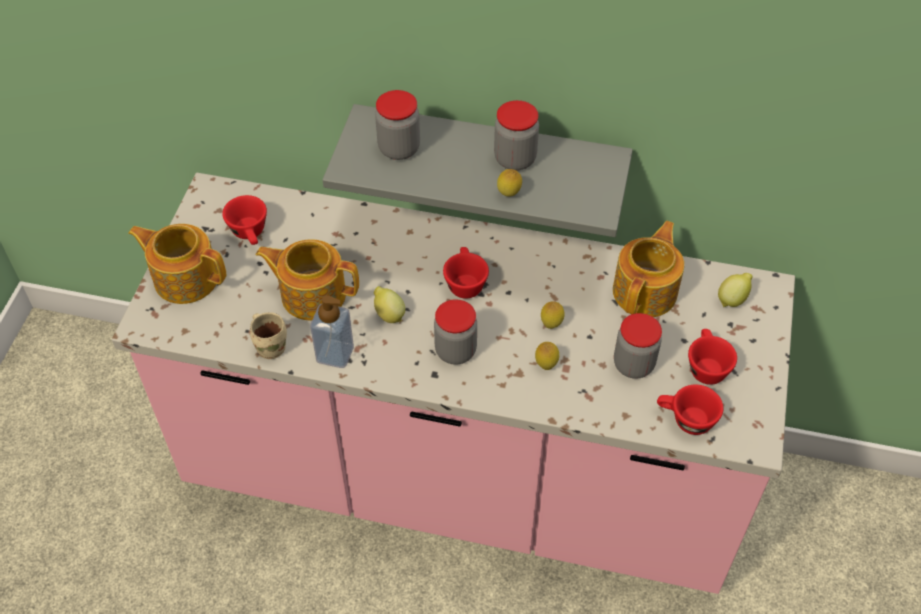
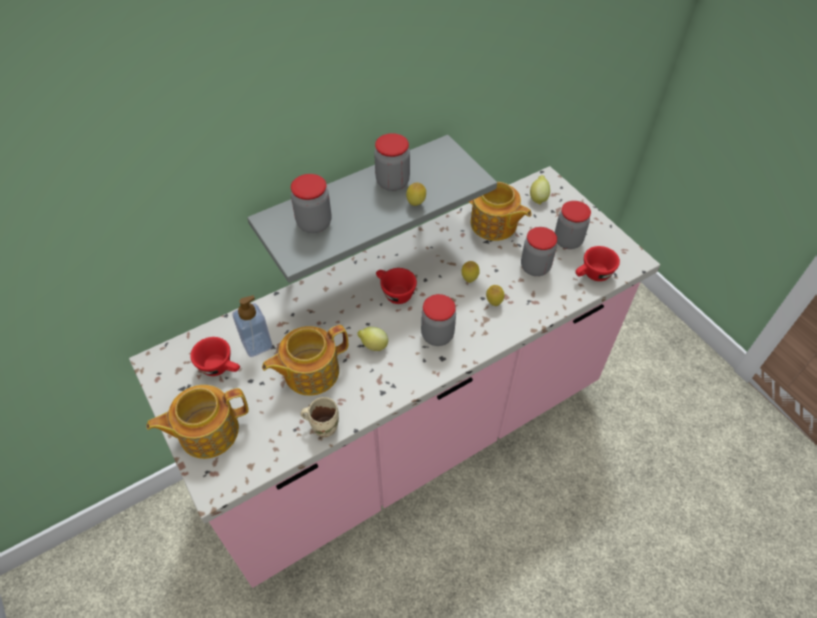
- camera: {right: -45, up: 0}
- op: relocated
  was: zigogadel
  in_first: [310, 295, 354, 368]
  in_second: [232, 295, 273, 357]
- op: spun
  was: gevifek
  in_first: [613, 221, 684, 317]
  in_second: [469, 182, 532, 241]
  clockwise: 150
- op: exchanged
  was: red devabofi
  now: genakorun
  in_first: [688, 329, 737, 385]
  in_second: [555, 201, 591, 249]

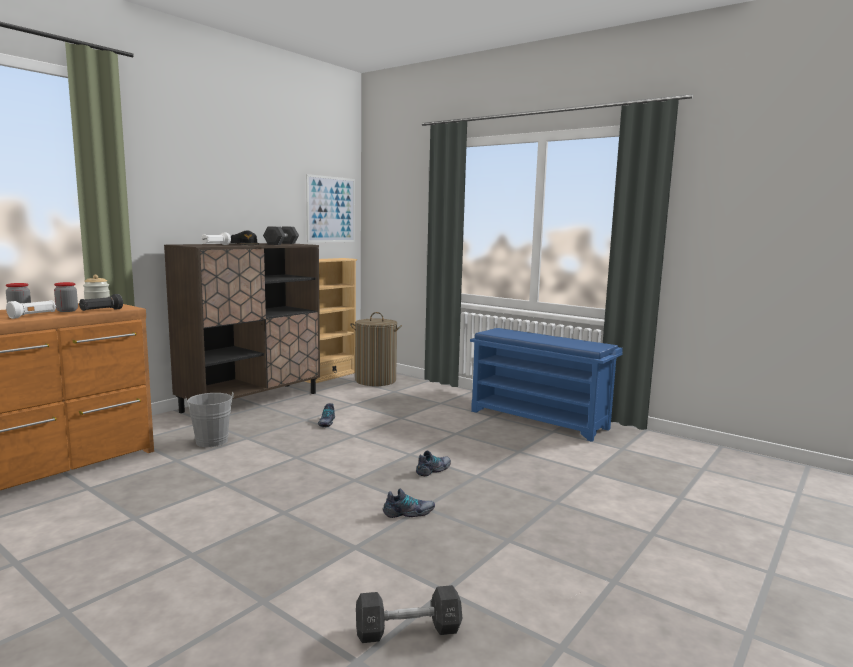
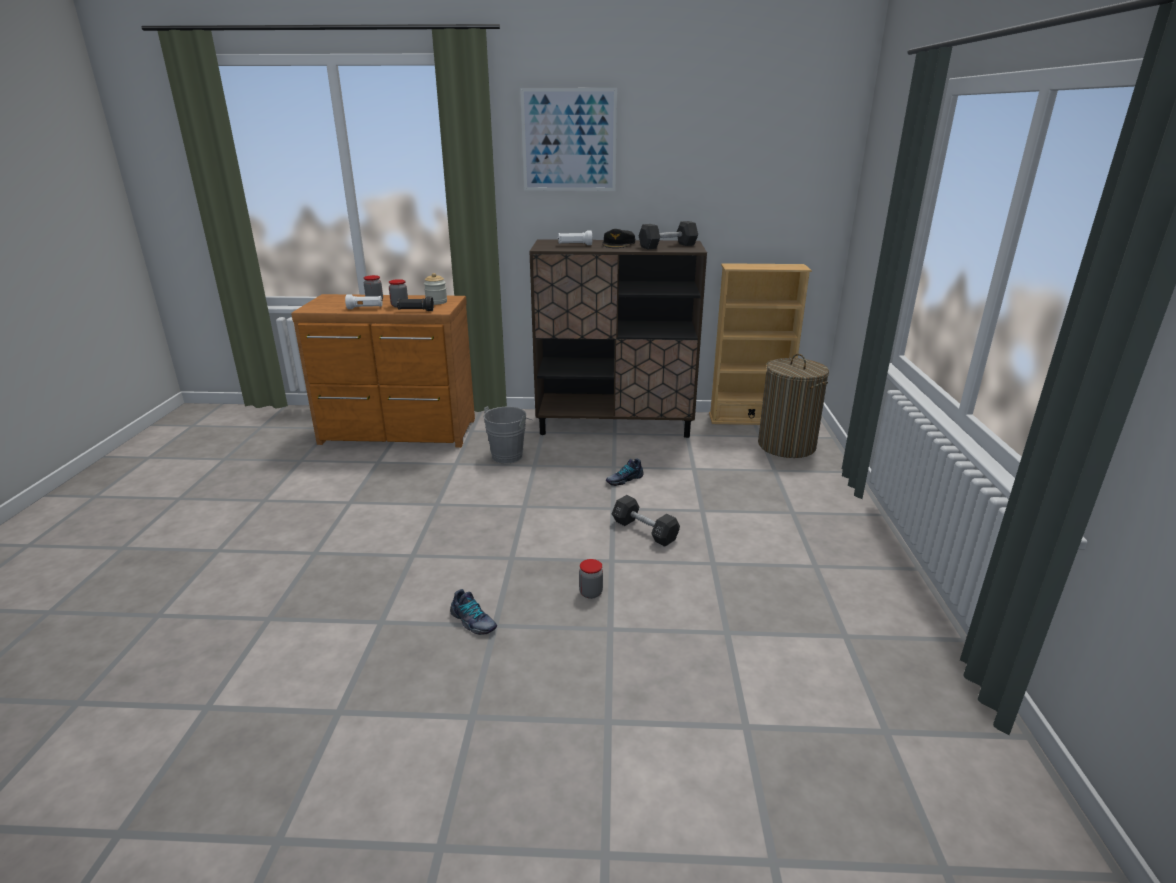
- camera: {right: 55, up: 15}
- op: relocated
  was: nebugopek
  in_first: [306, 174, 355, 243]
  in_second: [520, 88, 617, 191]
- op: exchanged
  was: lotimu
  now: genakorun
  in_first: [416, 451, 451, 476]
  in_second: [579, 559, 603, 599]
- op: relocated
  was: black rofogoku
  in_first: [356, 585, 462, 643]
  in_second: [612, 495, 680, 547]
- op: missing
  was: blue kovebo
  in_first: [470, 328, 623, 442]

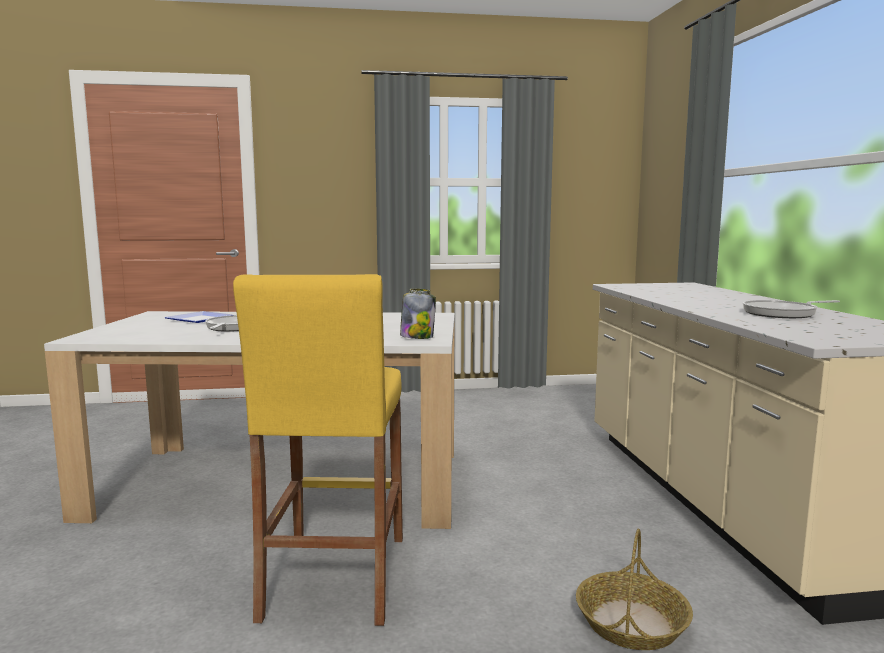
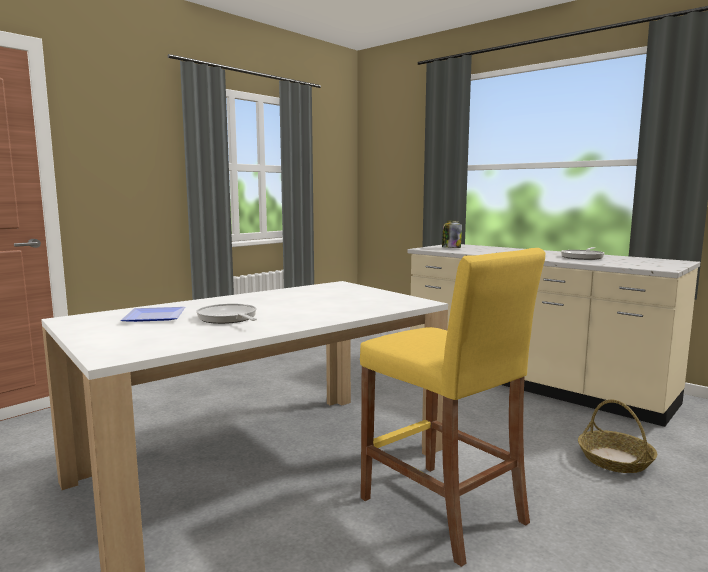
- camera: {right: -40, up: 0}
- op: relocated
  was: genakorun
  in_first: [400, 289, 436, 339]
  in_second: [442, 221, 462, 248]

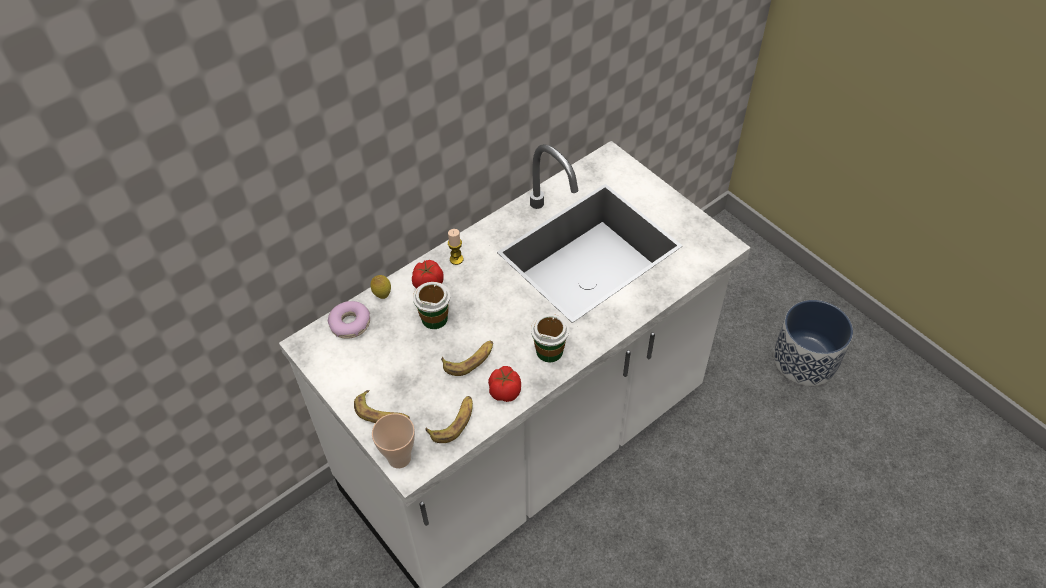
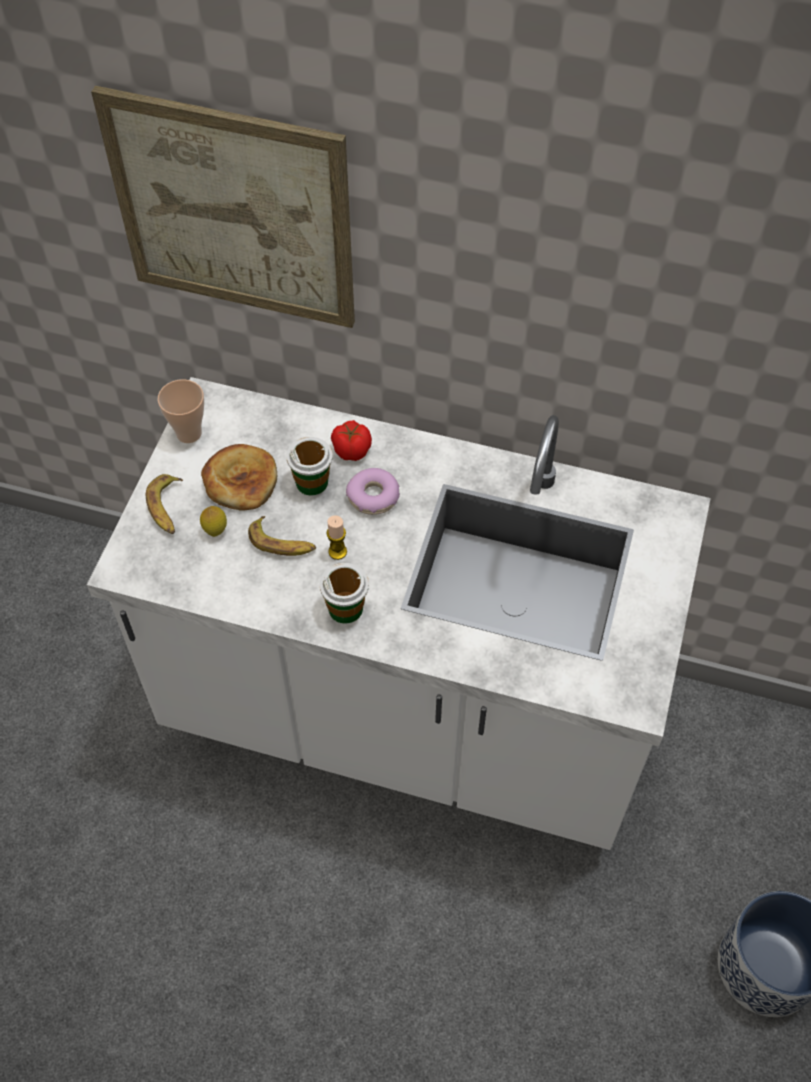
- camera: {right: 55, up: 5}
- op: appeared
  now: nebugopek
  in_second: [91, 86, 355, 328]
- op: relocated
  was: devabofi
  in_first: [372, 414, 415, 468]
  in_second: [157, 379, 204, 443]
- op: relocated
  was: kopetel
  in_first: [370, 275, 391, 299]
  in_second: [200, 506, 227, 537]
- op: appeared
  now: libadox
  in_second: [201, 444, 277, 511]
- op: relocated
  was: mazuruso
  in_first: [448, 229, 463, 265]
  in_second: [326, 516, 347, 560]
- op: relocated
  was: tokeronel
  in_first: [328, 301, 370, 339]
  in_second: [346, 468, 400, 515]
- op: missing
  was: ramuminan
  in_first: [425, 396, 473, 443]
- op: missing
  was: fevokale
  in_first: [488, 366, 521, 402]

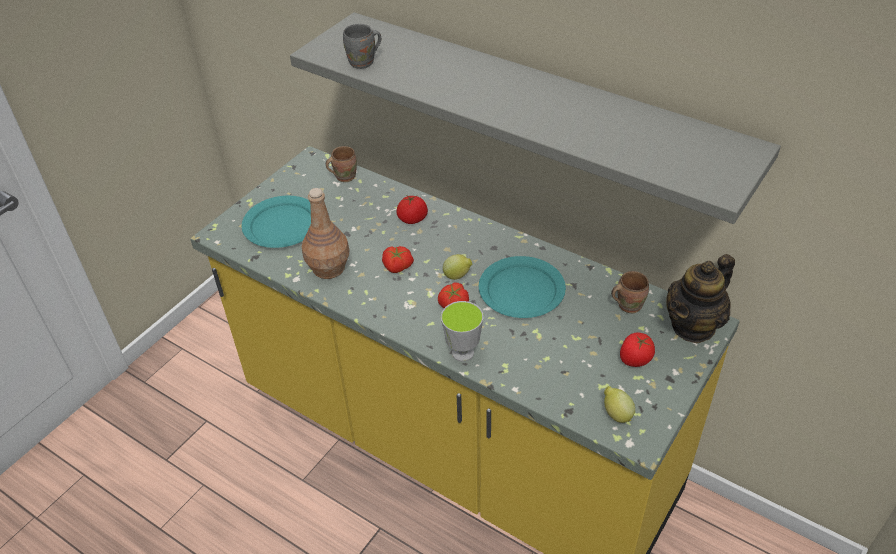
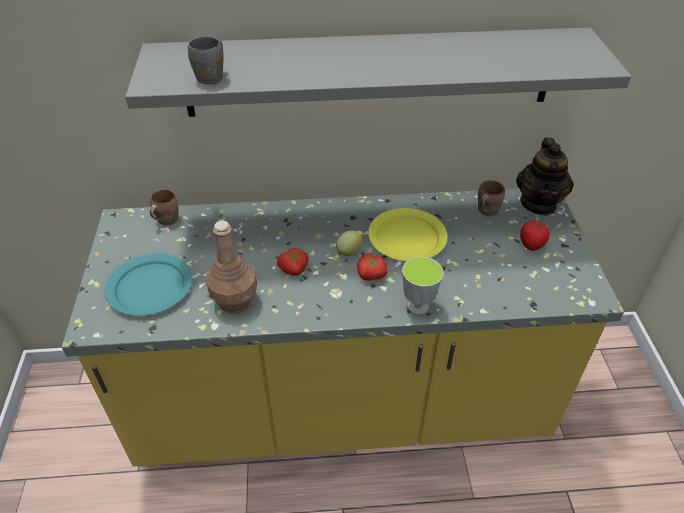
- camera: {right: -40, up: 0}
- op: colour
  was: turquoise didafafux
  now: yellow didafafux
  in_first: [479, 256, 566, 318]
  in_second: [368, 208, 448, 261]
- op: missing
  was: fevokale
  in_first: [397, 195, 428, 224]
- op: missing
  was: kopetel
  in_first: [604, 386, 635, 423]

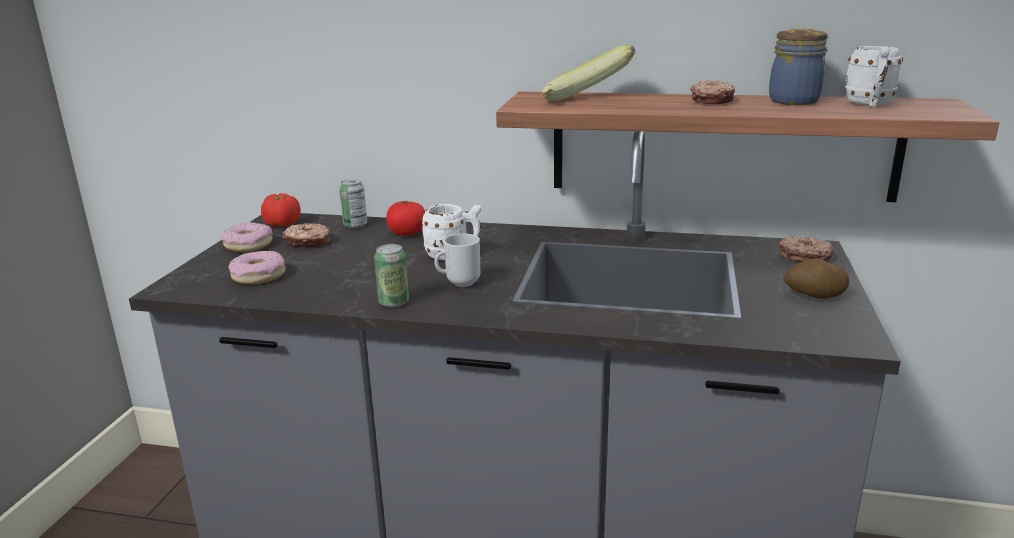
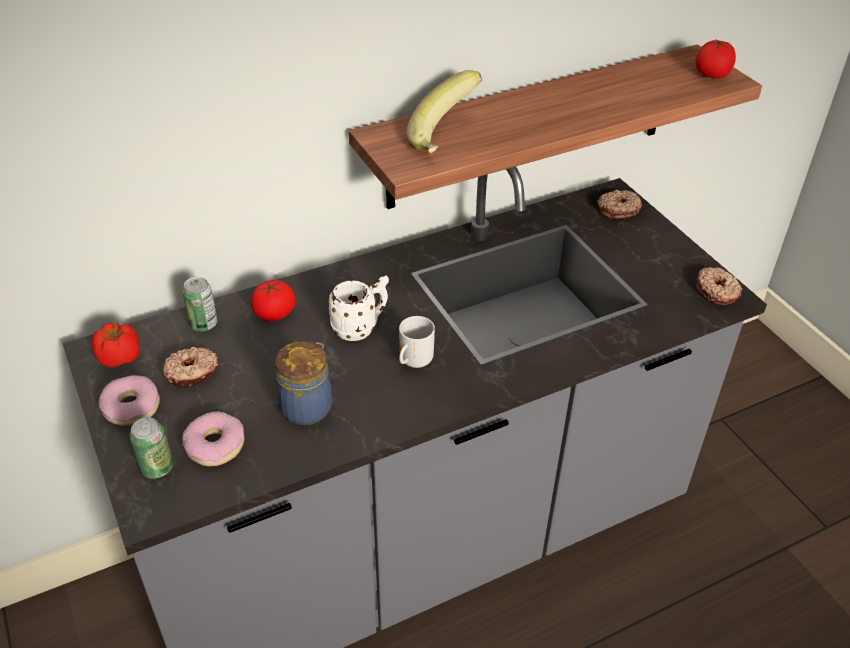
- camera: {right: -40, up: 20}
- op: relocated
  was: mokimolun
  in_first: [374, 244, 409, 308]
  in_second: [130, 417, 173, 479]
- op: relocated
  was: genakorun
  in_first: [769, 29, 829, 105]
  in_second: [275, 341, 332, 425]
- op: appeared
  now: fevokale
  in_second: [695, 39, 736, 78]
- op: relocated
  was: tokeronel
  in_first: [691, 80, 735, 104]
  in_second: [696, 267, 742, 305]
- op: missing
  was: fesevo
  in_first: [784, 258, 849, 299]
- op: missing
  was: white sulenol
  in_first: [845, 46, 903, 107]

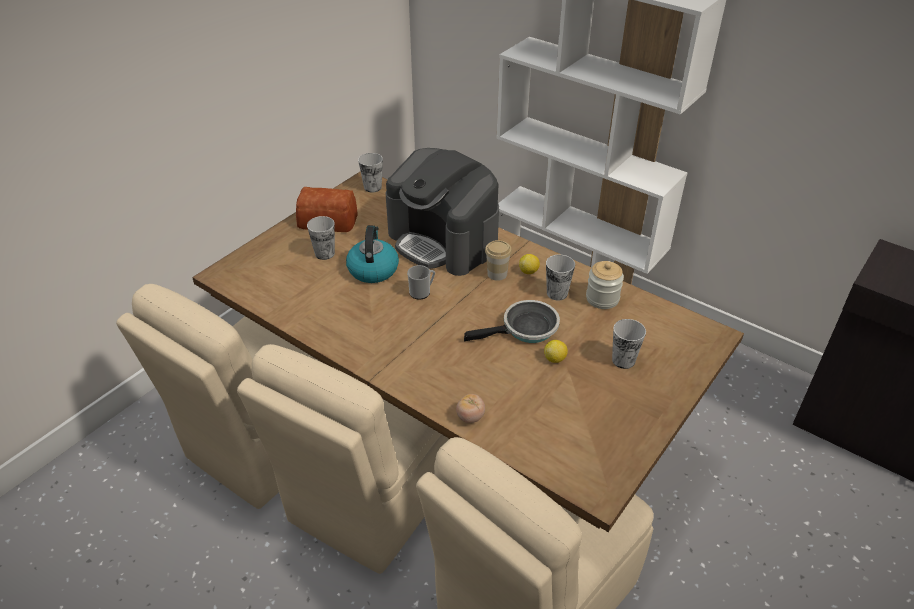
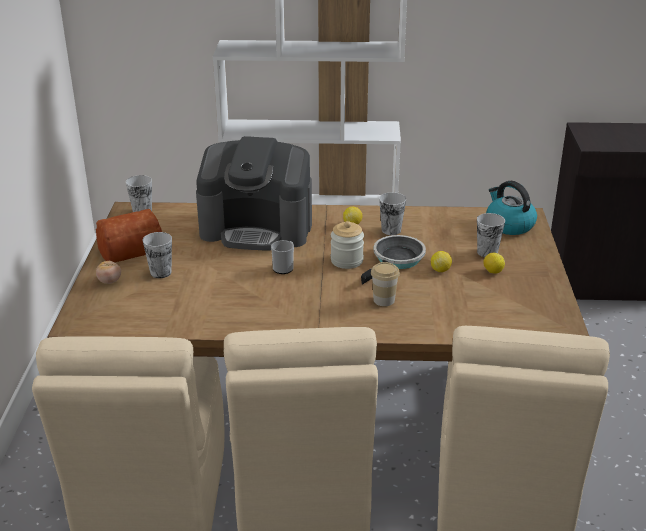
- camera: {right: -35, up: -10}
- op: relocated
  was: fevokale
  in_first: [456, 394, 485, 423]
  in_second: [96, 261, 121, 284]
- op: relocated
  was: genakorun
  in_first: [586, 261, 624, 309]
  in_second: [331, 221, 364, 269]
- op: relocated
  was: devabofi
  in_first: [485, 240, 512, 281]
  in_second: [371, 262, 400, 306]
- op: appeared
  now: kopetel
  in_second: [483, 253, 505, 274]
- op: relocated
  was: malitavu
  in_first: [346, 225, 399, 283]
  in_second: [486, 181, 537, 235]

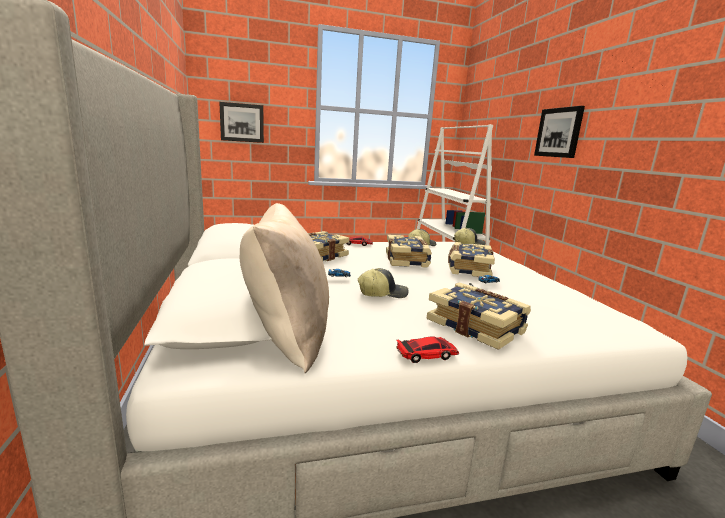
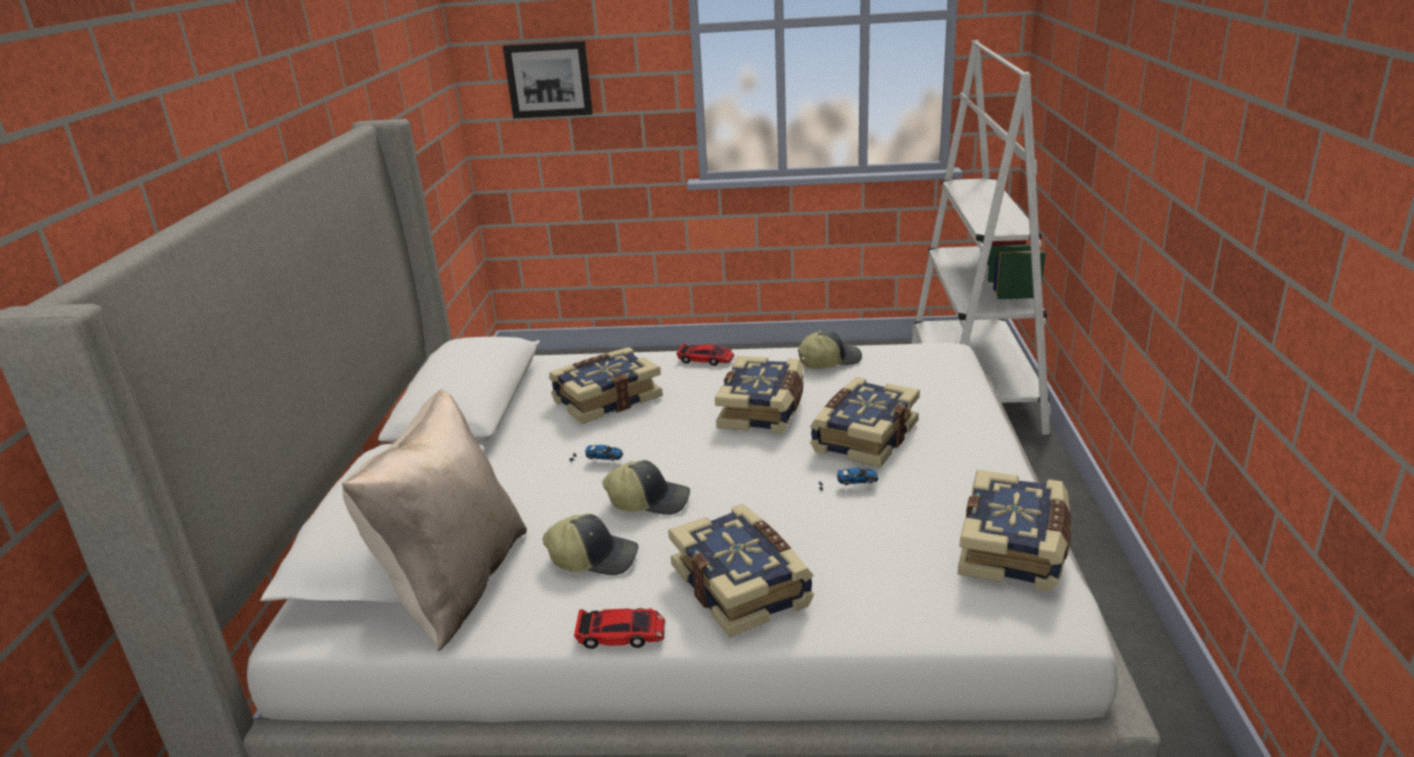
- camera: {right: 20, up: 10}
- op: relocated
  was: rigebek
  in_first: [454, 228, 485, 245]
  in_second: [543, 514, 639, 575]
- op: appeared
  now: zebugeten
  in_second: [958, 470, 1071, 591]
- op: missing
  was: nebugopek
  in_first: [534, 106, 585, 158]

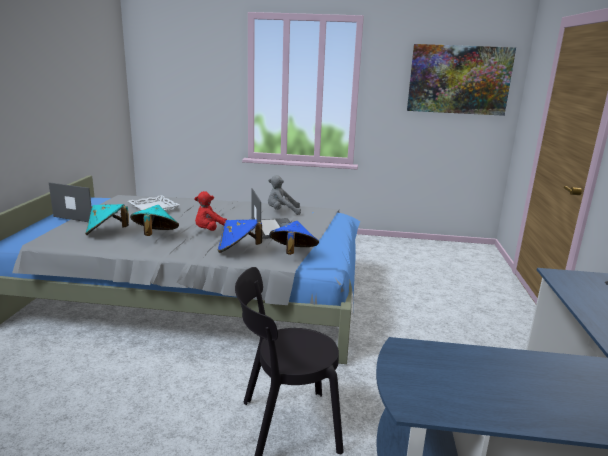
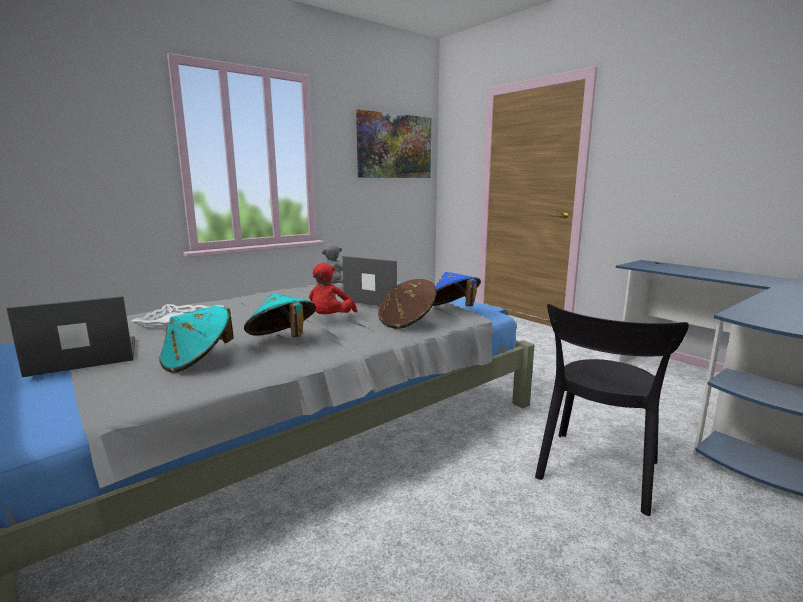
- camera: {right: -45, up: -5}
- op: colour
  was: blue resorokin
  now: brown resorokin
  in_first: [218, 219, 262, 253]
  in_second: [378, 279, 436, 329]

